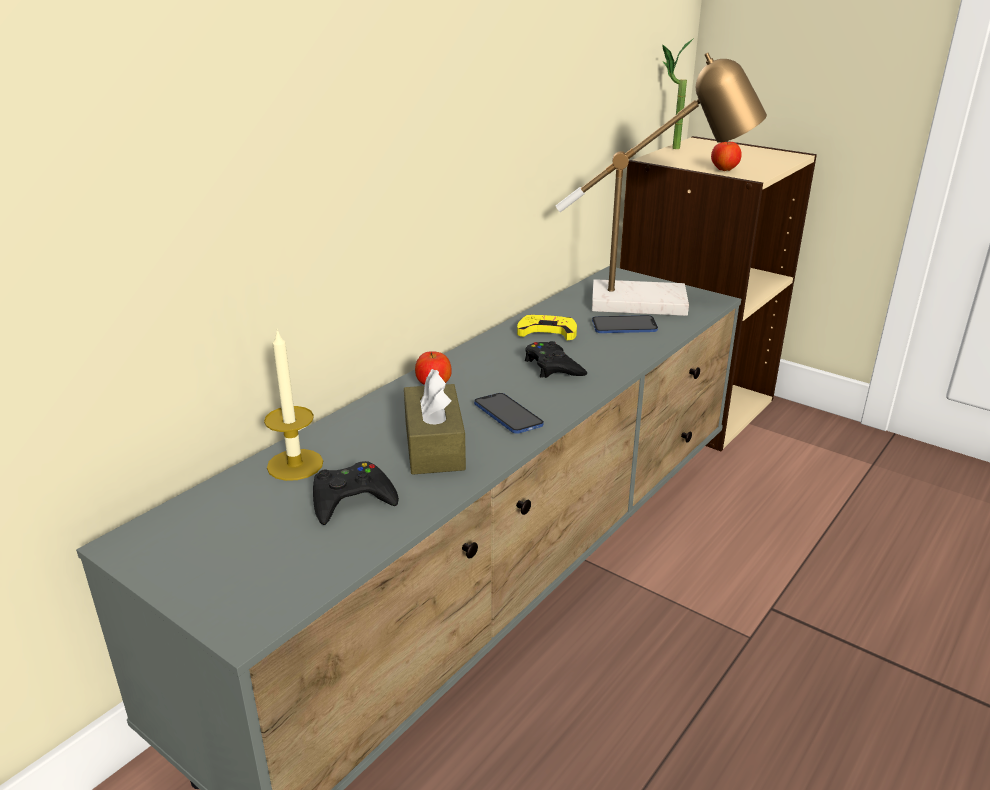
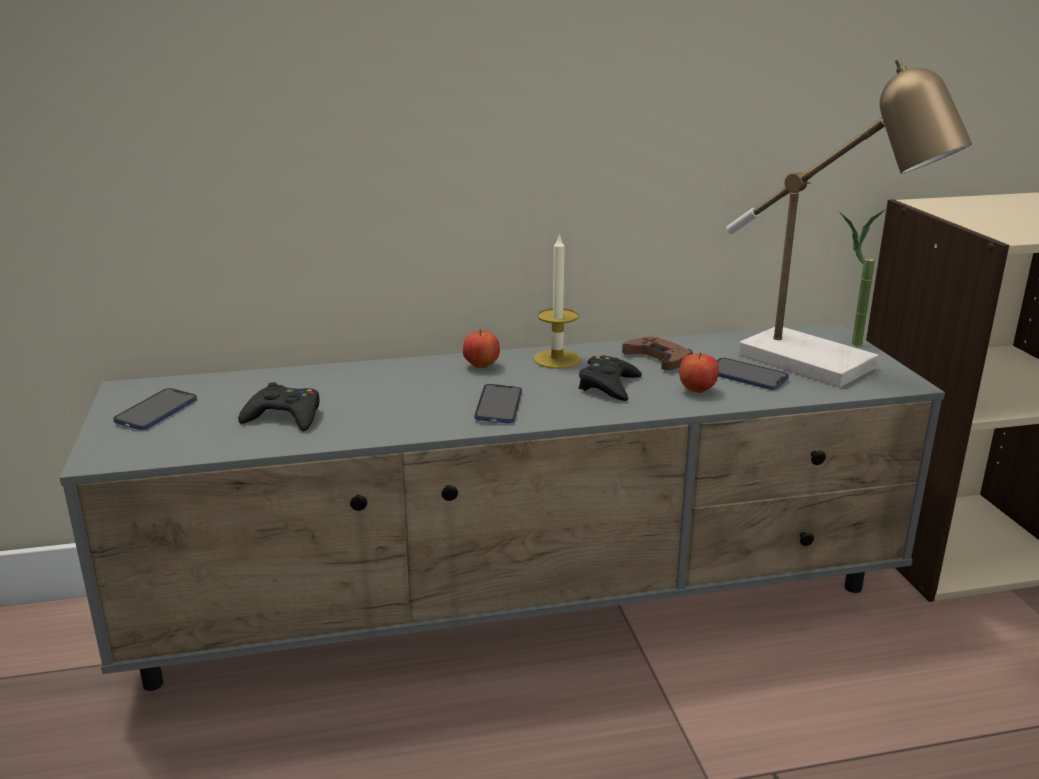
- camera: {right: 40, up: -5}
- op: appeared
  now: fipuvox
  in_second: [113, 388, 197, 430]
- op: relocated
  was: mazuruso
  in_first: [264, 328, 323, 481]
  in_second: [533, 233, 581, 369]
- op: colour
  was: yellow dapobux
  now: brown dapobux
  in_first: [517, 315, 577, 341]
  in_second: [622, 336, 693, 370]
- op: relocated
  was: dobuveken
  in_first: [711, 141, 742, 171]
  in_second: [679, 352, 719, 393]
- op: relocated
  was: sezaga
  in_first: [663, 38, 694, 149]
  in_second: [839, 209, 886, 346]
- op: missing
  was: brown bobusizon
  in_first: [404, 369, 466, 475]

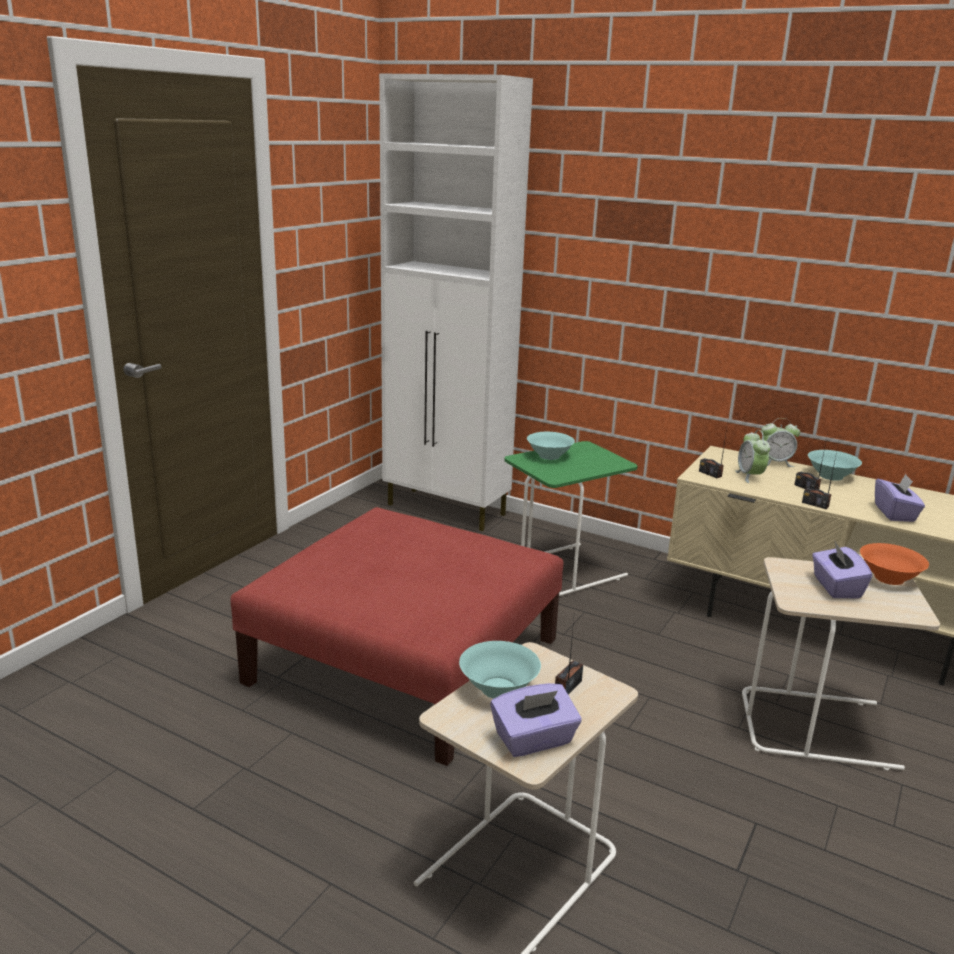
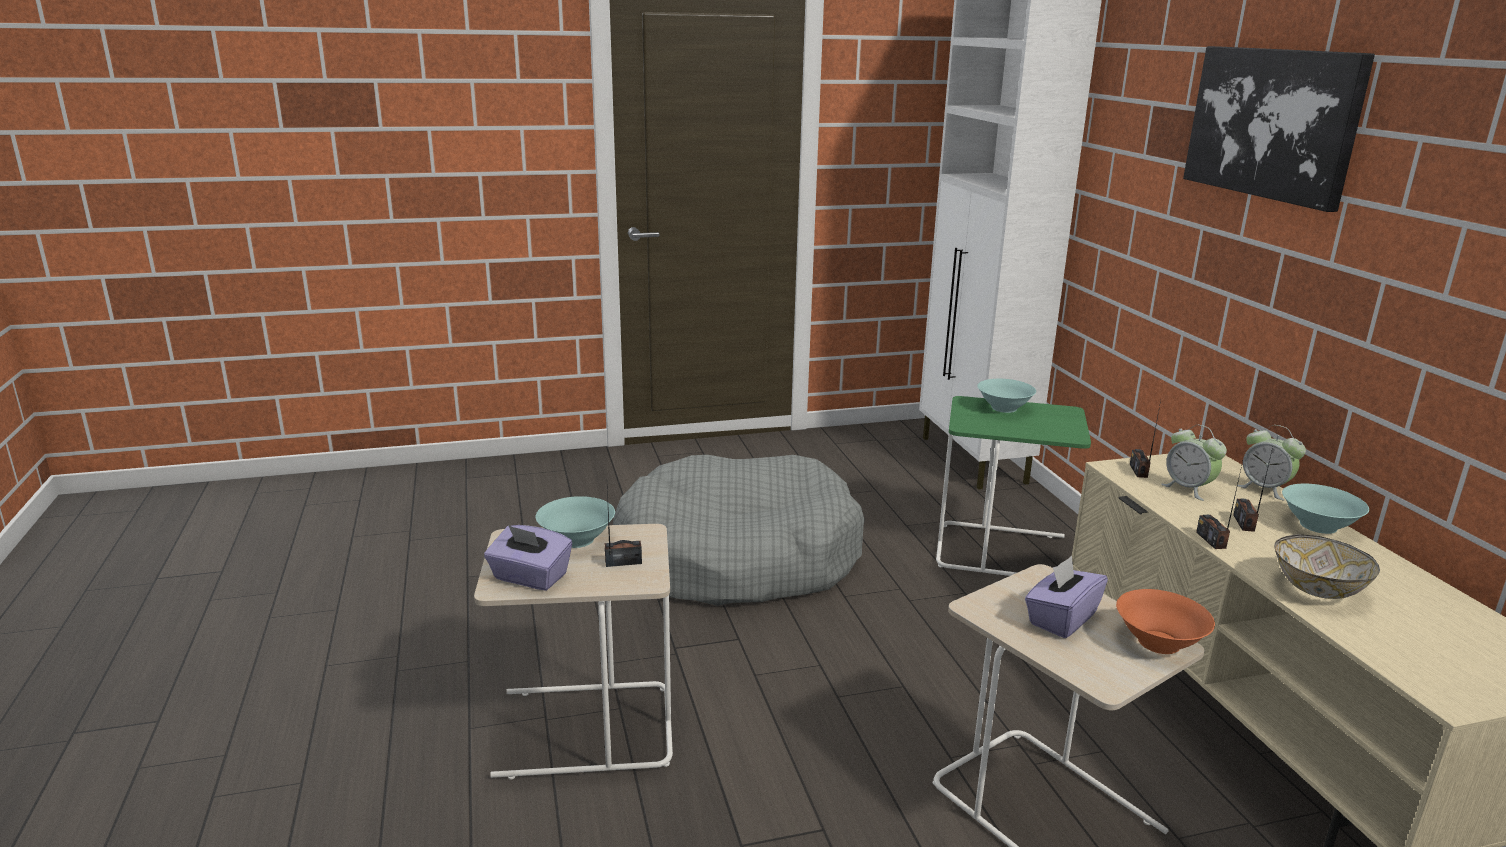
- camera: {right: 45, up: 0}
- op: exchanged
  was: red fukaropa
  now: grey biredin
  in_first: [230, 507, 563, 766]
  in_second: [613, 455, 865, 606]
- op: spun
  was: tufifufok
  in_first: [735, 430, 770, 483]
  in_second: [1161, 425, 1227, 501]
  clockwise: -75
- op: appeared
  now: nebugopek
  in_second: [1183, 46, 1375, 212]
- op: exchanged
  was: purple bobusizon
  now: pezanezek
  in_first: [875, 474, 925, 522]
  in_second: [1274, 534, 1380, 599]

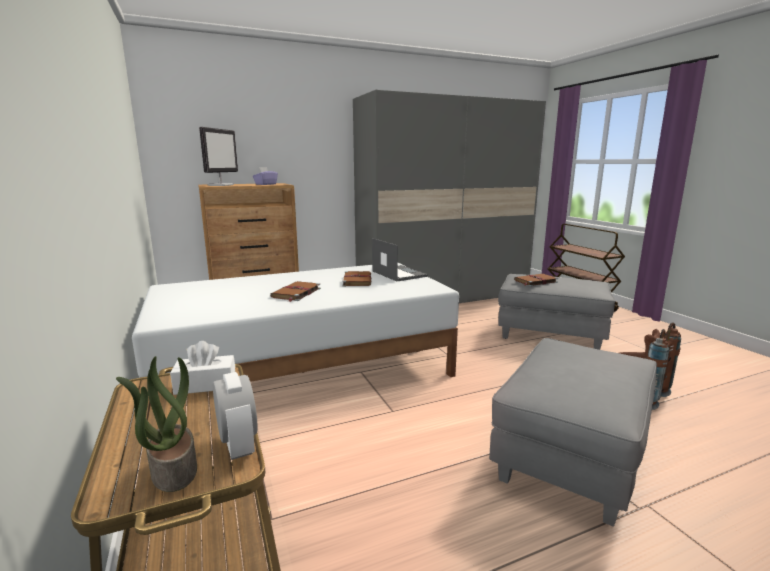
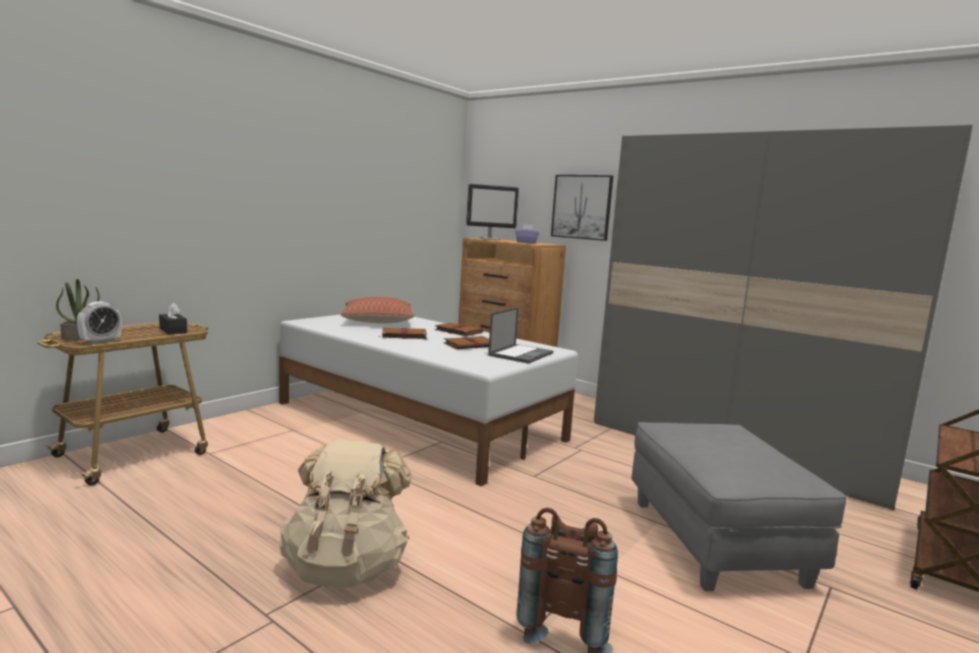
- camera: {right: 60, up: -5}
- op: colour
  was: white bobusizon
  now: black bobusizon
  in_first: [170, 341, 235, 395]
  in_second: [159, 303, 187, 334]
- op: exchanged
  was: grey fukaropa
  now: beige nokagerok
  in_first: [489, 338, 657, 527]
  in_second: [280, 440, 411, 588]
- op: appeared
  now: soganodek
  in_second: [341, 297, 414, 323]
- op: relocated
  was: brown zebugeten
  in_first: [514, 274, 558, 286]
  in_second: [435, 323, 483, 337]
- op: appeared
  now: nebugopek
  in_second: [551, 175, 613, 241]

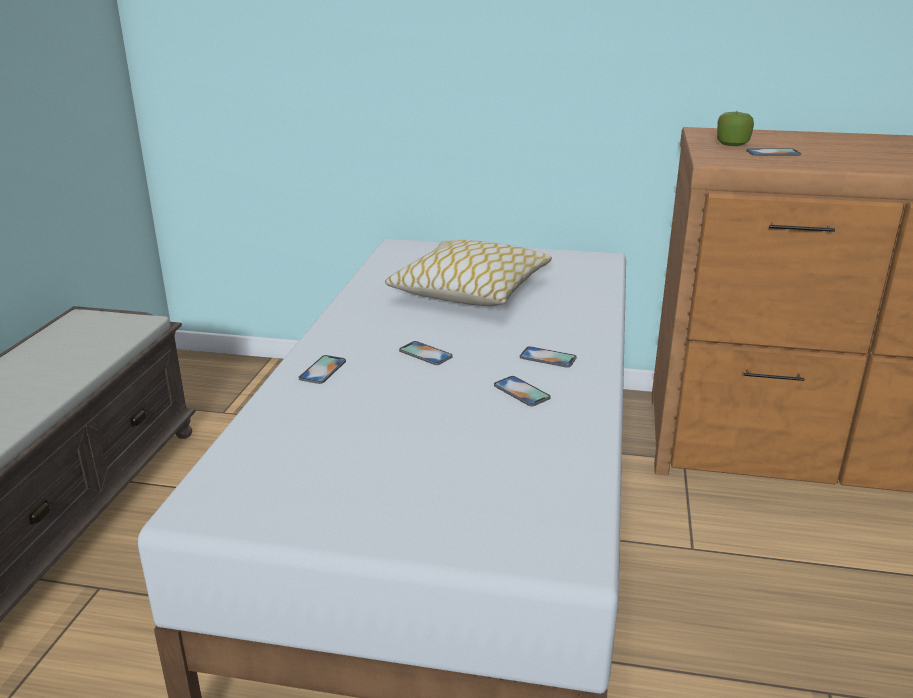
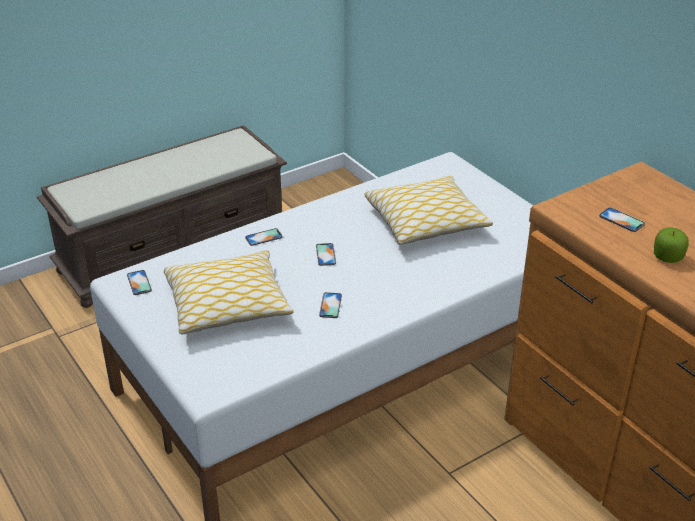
- camera: {right: 45, up: 10}
- op: relocated
  was: fipuvox
  in_first: [520, 346, 577, 368]
  in_second: [127, 270, 152, 295]
- op: appeared
  now: soganodek
  in_second: [164, 250, 294, 334]
- op: relocated
  was: dobuveken
  in_first: [717, 112, 754, 146]
  in_second: [654, 227, 689, 263]

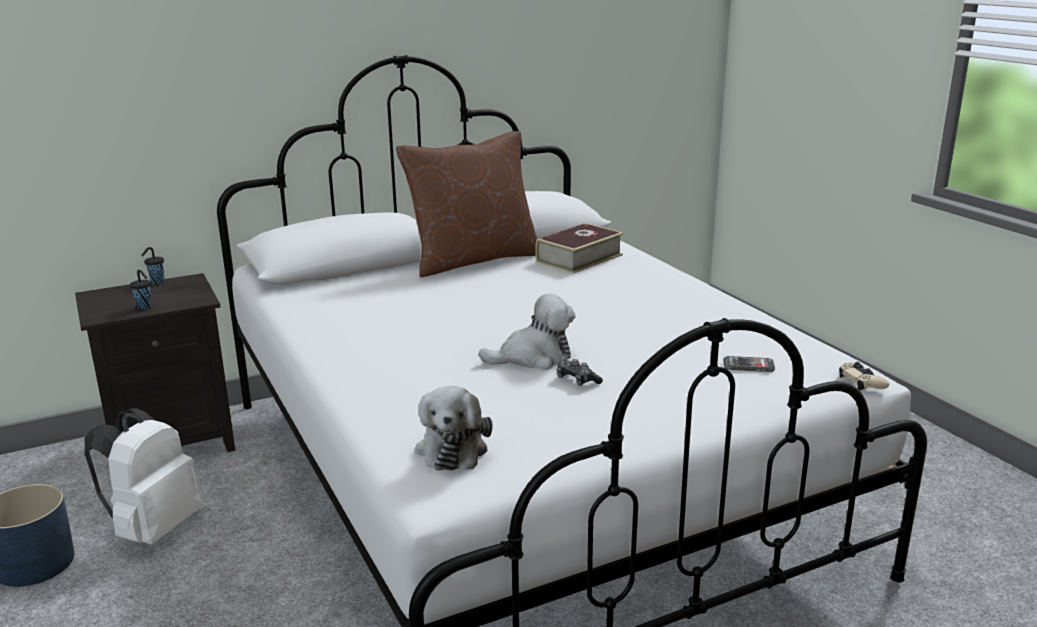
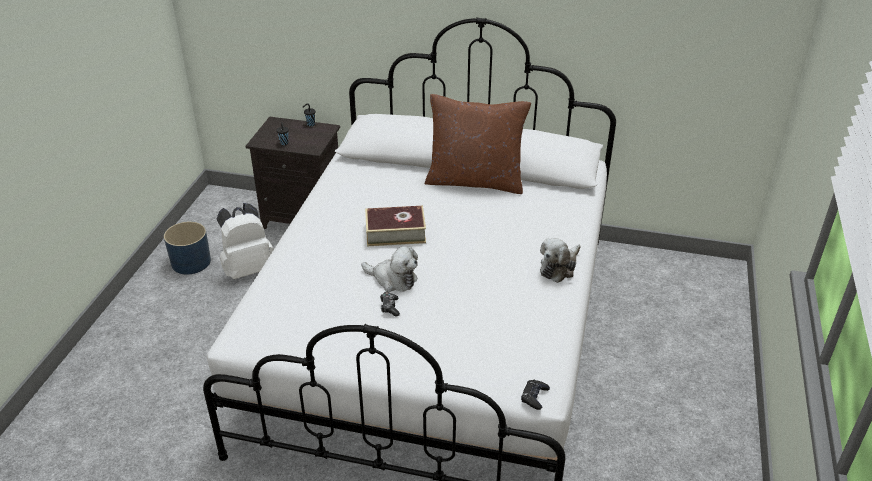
- camera: {right: 40, up: 15}
- op: relocated
  was: zebugeten
  in_first: [535, 223, 623, 273]
  in_second: [365, 206, 426, 247]
- op: colour
  was: beige dapobux
  now: black dapobux
  in_first: [839, 362, 889, 390]
  in_second: [521, 380, 550, 410]
- op: relocated
  was: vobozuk
  in_first: [415, 386, 493, 470]
  in_second: [540, 238, 581, 283]
- op: missing
  was: fipuvox
  in_first: [723, 356, 775, 372]

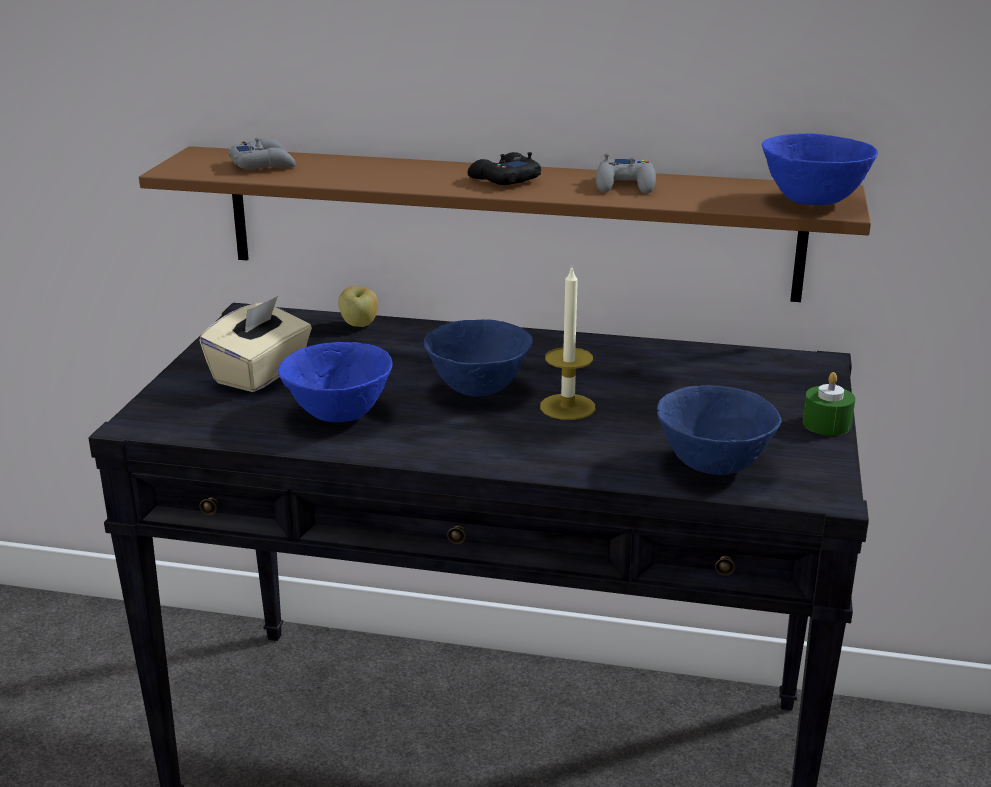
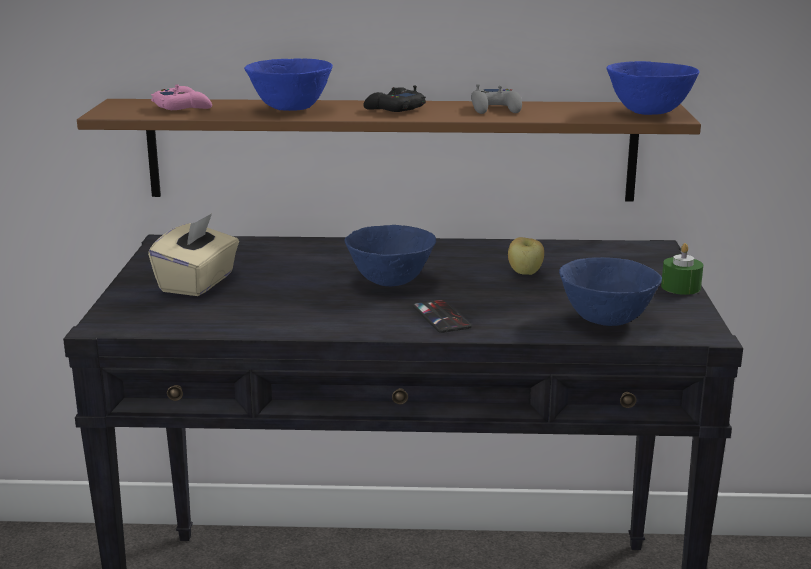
- camera: {right: -10, up: -5}
- op: colour
  was: grey dapobux
  now: pink dapobux
  in_first: [228, 138, 296, 169]
  in_second: [151, 85, 212, 110]
- op: relocated
  was: blue pezanezek
  in_first: [278, 342, 393, 422]
  in_second: [244, 58, 333, 111]
- op: appeared
  now: fipuvox
  in_second: [413, 300, 472, 333]
- op: relocated
  was: dobuveken
  in_first: [339, 286, 378, 327]
  in_second: [508, 237, 544, 275]
- op: missing
  was: mazuruso
  in_first: [540, 266, 595, 420]

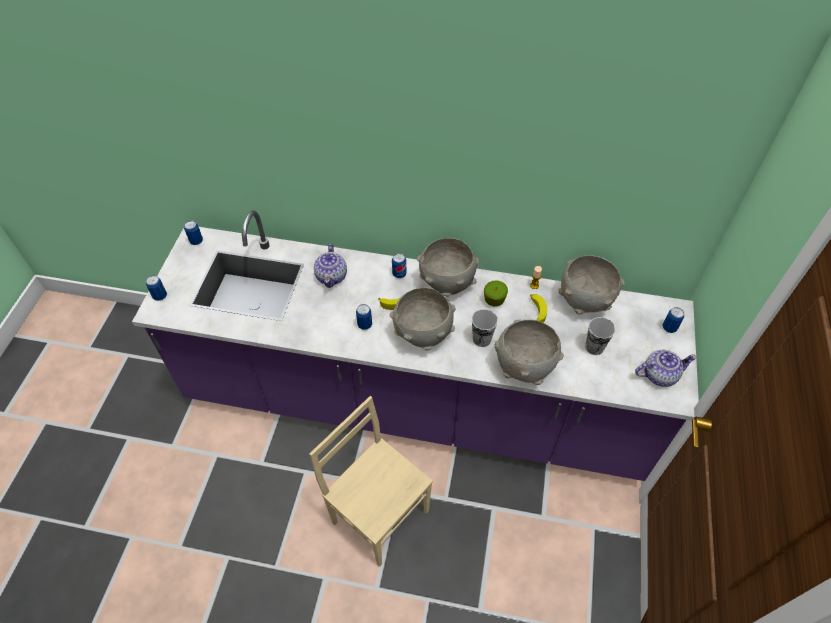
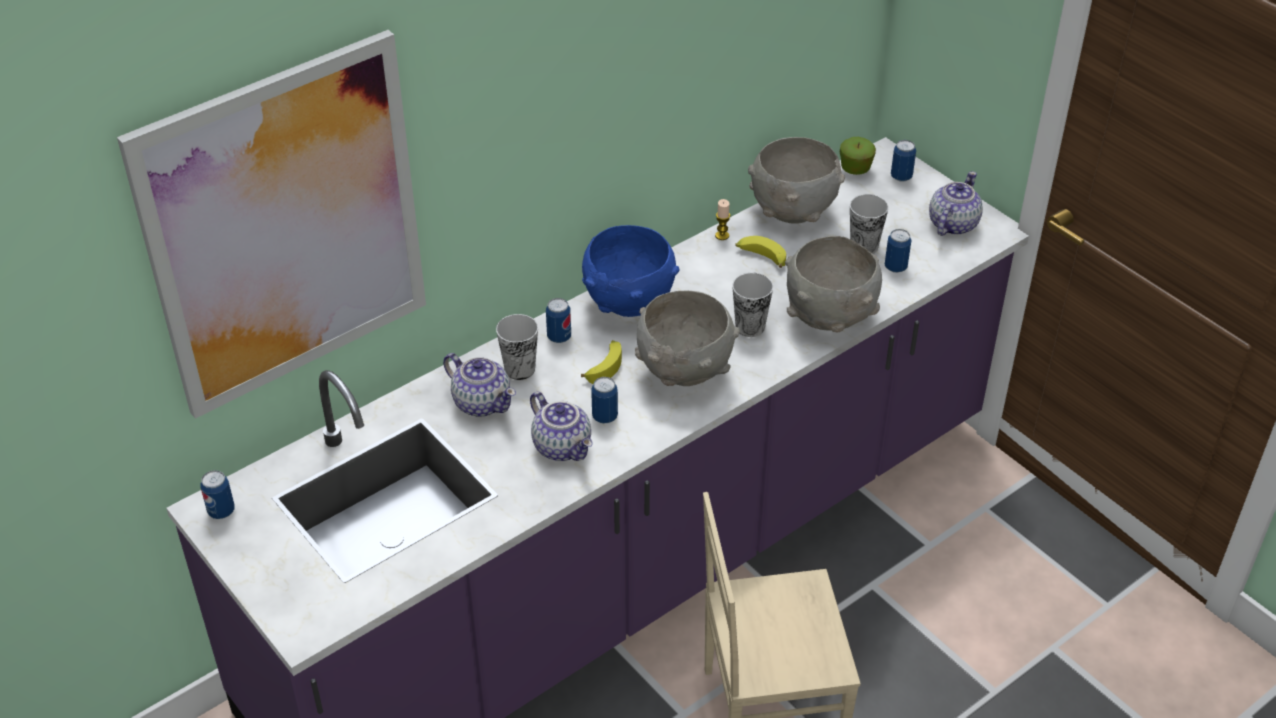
- camera: {right: -50, up: -10}
- op: appeared
  now: nebugopek
  in_second: [117, 30, 426, 419]
- op: appeared
  now: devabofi
  in_second: [496, 314, 538, 380]
- op: appeared
  now: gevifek
  in_second: [530, 392, 593, 461]
- op: colour
  was: grey pezanezek
  now: blue pezanezek
  in_first: [417, 238, 479, 297]
  in_second: [582, 225, 679, 317]
- op: relocated
  was: dobuveken
  in_first: [484, 280, 508, 306]
  in_second: [840, 137, 876, 175]
- op: relocated
  was: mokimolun
  in_first: [146, 275, 167, 301]
  in_second: [885, 229, 912, 273]

